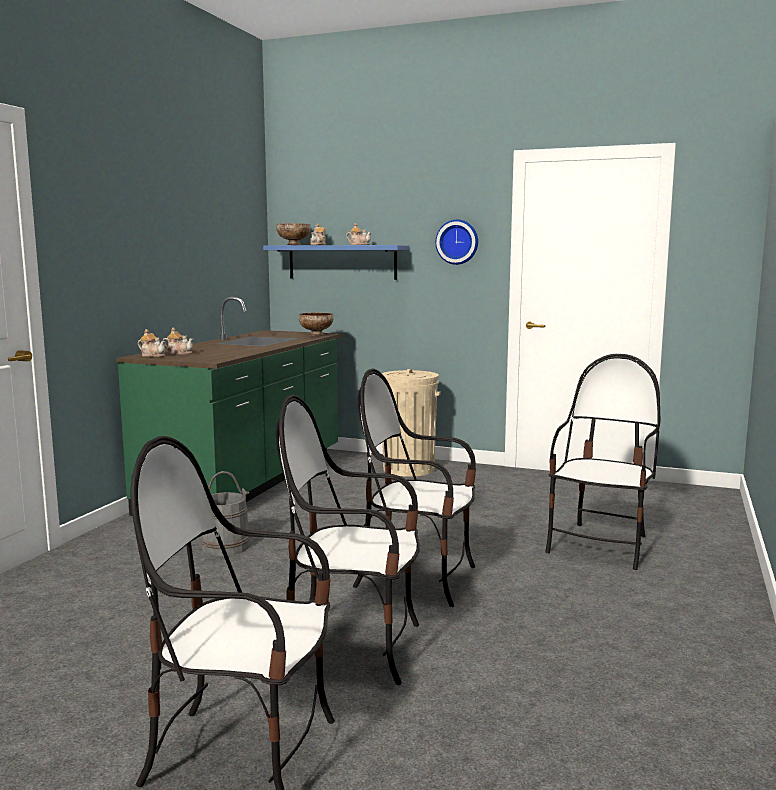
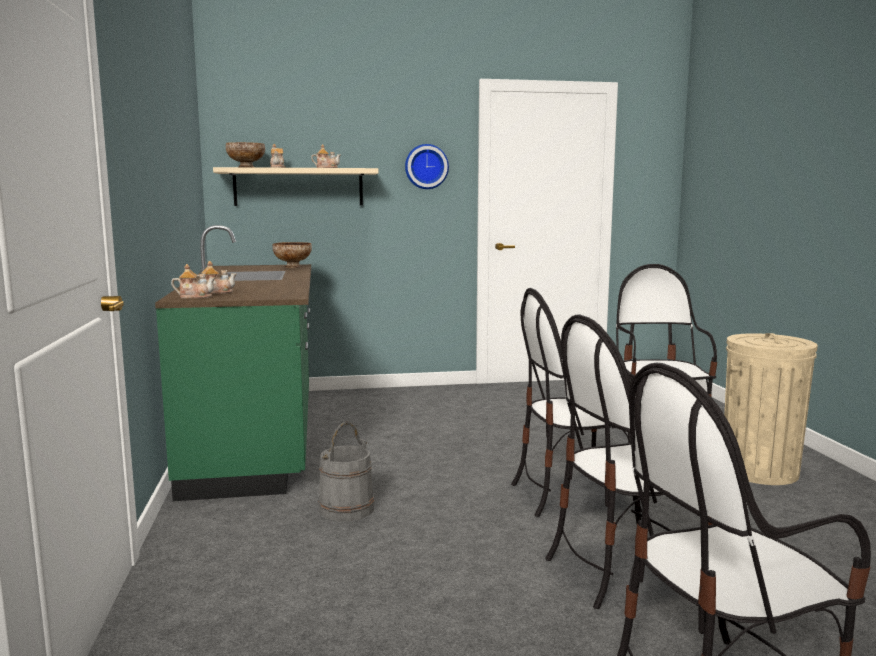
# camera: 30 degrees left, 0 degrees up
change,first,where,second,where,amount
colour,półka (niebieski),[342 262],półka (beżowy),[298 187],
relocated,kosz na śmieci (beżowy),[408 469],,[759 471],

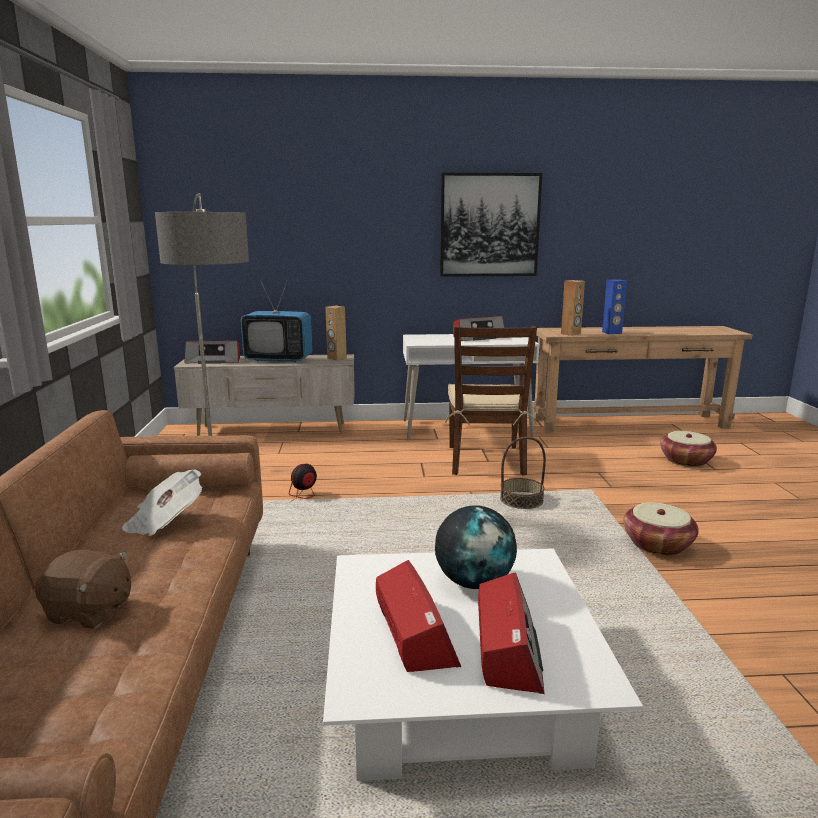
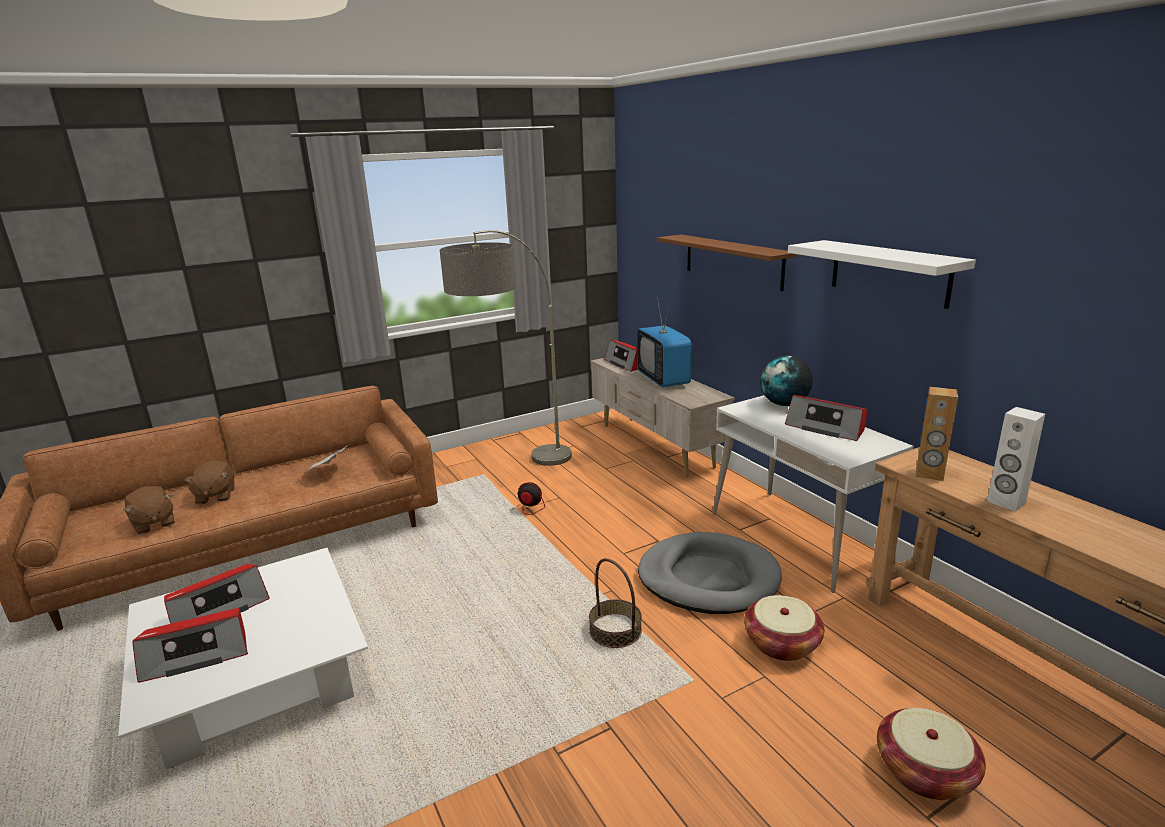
# camera: 65 degrees right, 5 degrees up
change,first,where,second,where,amount
appeared,,,pluszak (brązowy),[153 524],
exchanged,krzesło (brązowy),[486 460],legowisko (szary),[708 578],
appeared,,,półka (brązowy),[732 261],
relocated,koszyk,[657 544],,[781 644],
relocated,globus,[474 582],,[784 404],
exchanged,obraz,[489 225],półka (biały),[889 272],
colour,głośnik (niebieski),[612 332],głośnik (biały),[1006 502],
missing,głośnik (brązowy),[336 358],,,

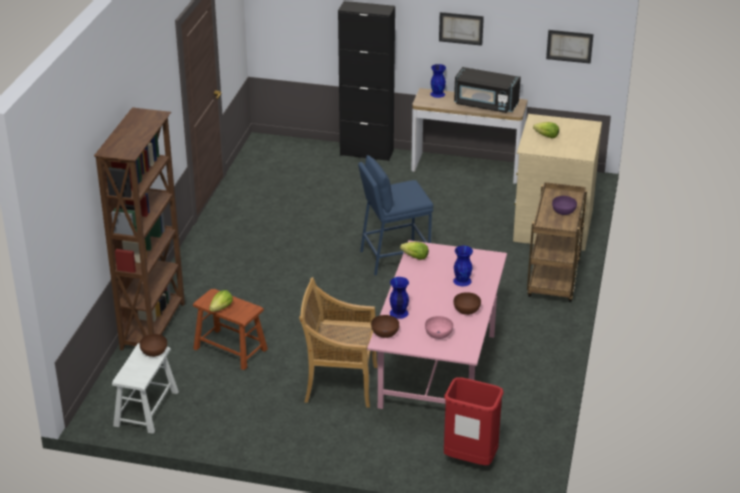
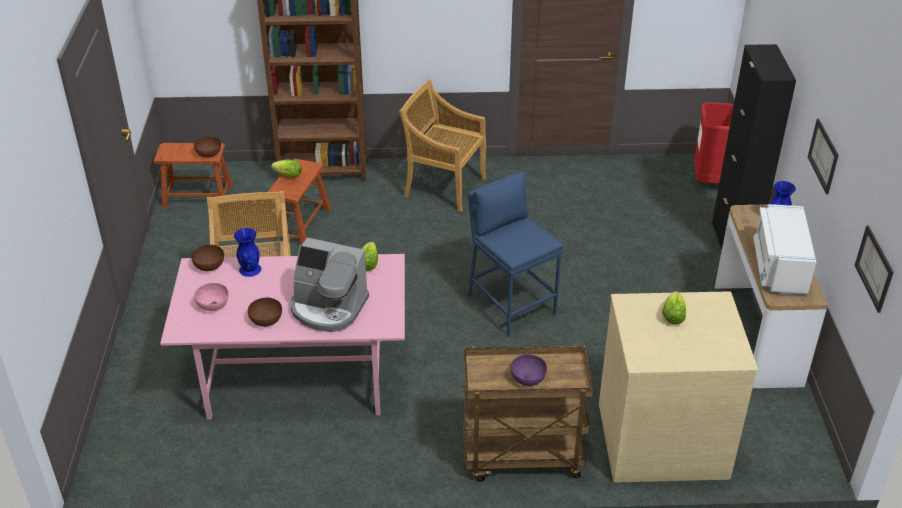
# camera: 75 degrees right, 5 degrees up
change,first,where,second,where,amount
colour,stołek (biały),[146 408],stołek (brązowy),[197 196],
exchanged,wazon (niebieski),[462 280],ekspres do kawy,[328 308],
appeared,,,krzesło (beżowy),[443 187],
relocated,kosz na śmieci (czerwony),[470 459],,[708 180],
colour,mikrofalówka (czarny),[485 104],mikrofalówka (biały),[779 267],

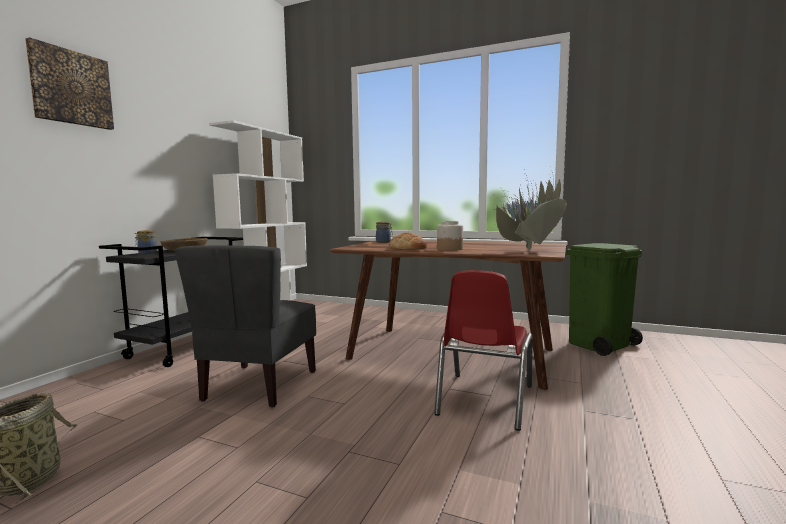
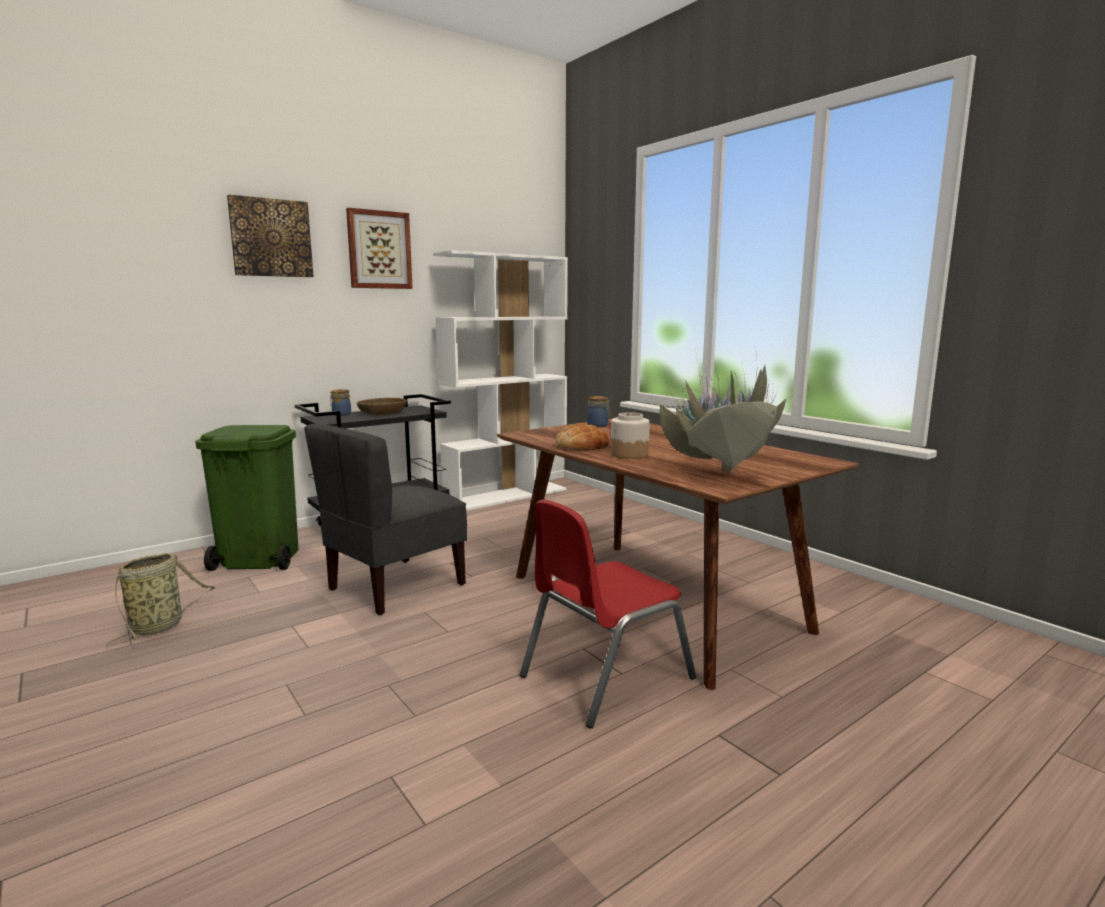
# camera: 30 degrees right, 5 degrees up
change,first,where,second,where,amount
relocated,kosz na śmieci (zielony),[599 344],,[258 559],
appeared,,,obraz,[379 250],

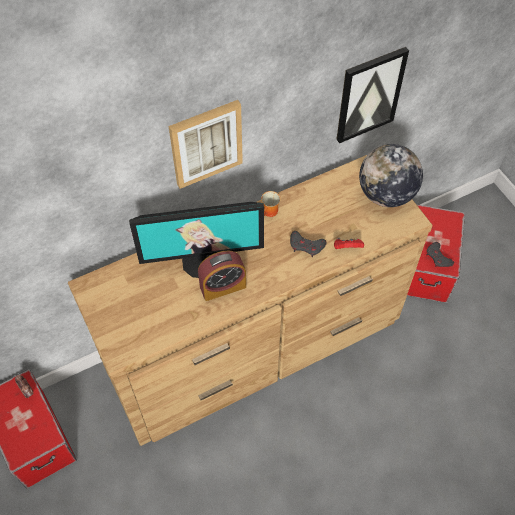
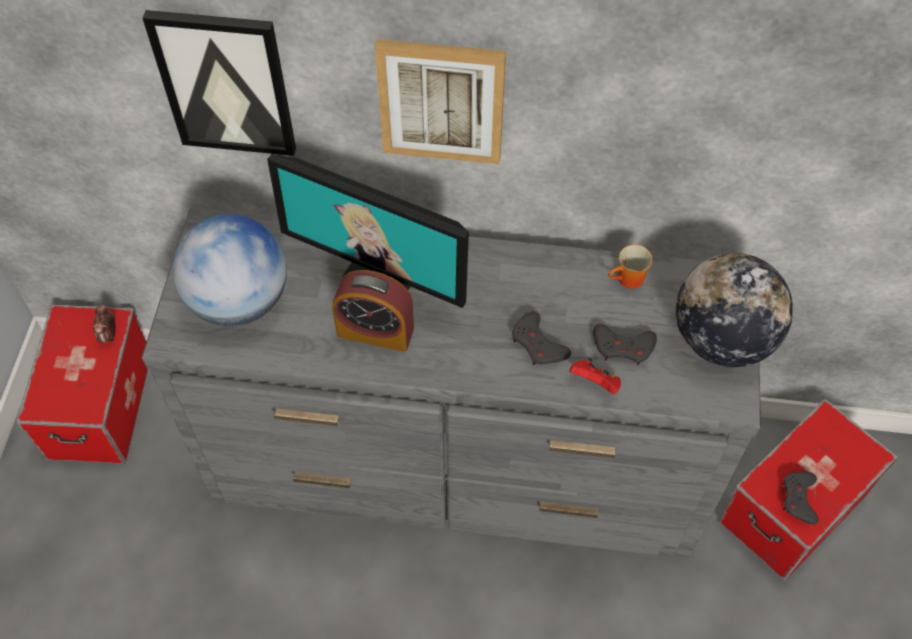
# camera: 35 degrees right, 0 degrees up
change,first,where,second,where,amount
colour,komoda (brązowy),[256 343],komoda (szary),[458 461],
relocated,obraz,[369 95],,[225 83],
appeared,,,globus,[239 301],
appeared,,,pad do gier (szary),[623 347],
relocated,kubek,[270 212],,[629 280],

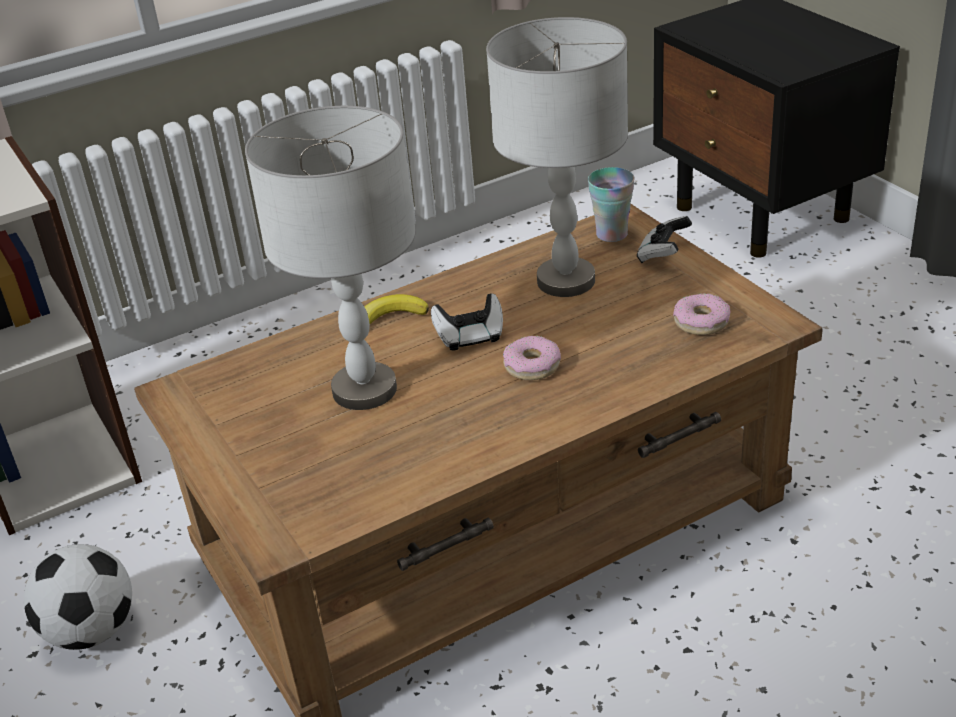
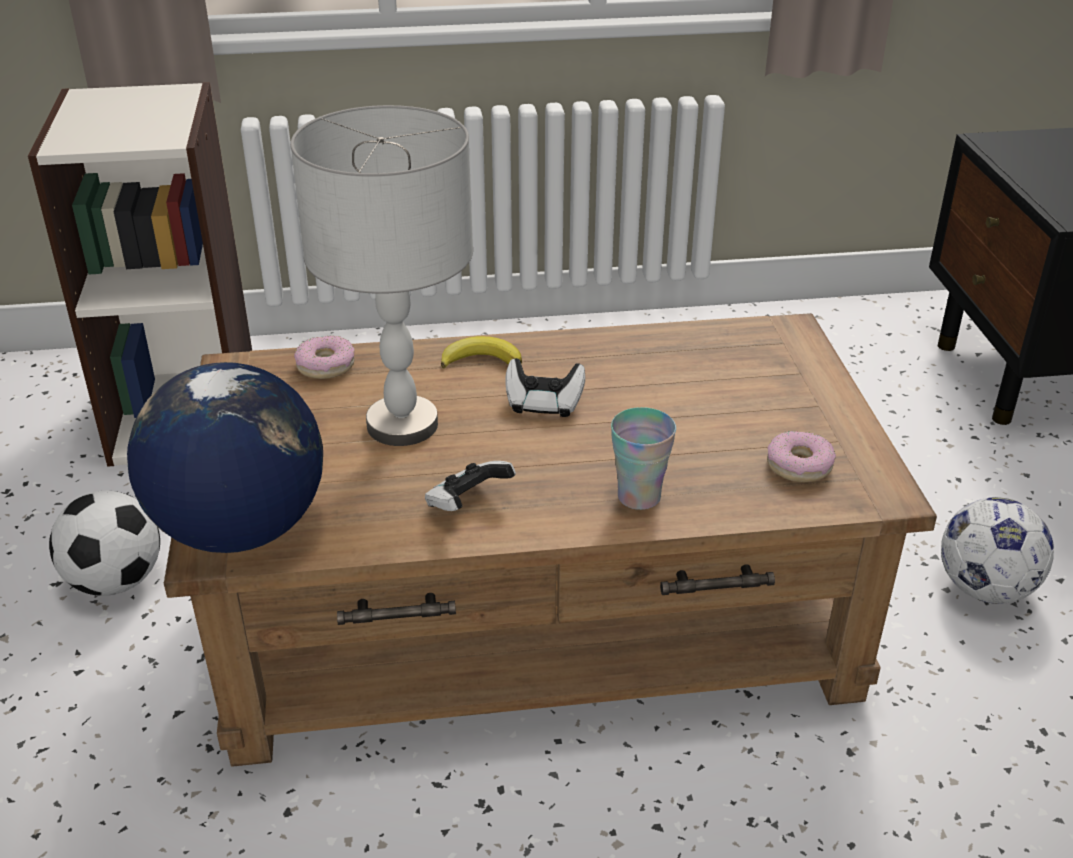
# camera: 20 degrees right, 0 degrees up
change,first,where,second,where,amount
appeared,,,globus,[239 529],
relocated,donut,[531 366],,[325 365],
relocated,pad do gier,[663 255],,[467 504],
relocated,filiżanka,[611 234],,[639 497],
appeared,,,piłka futbolowa,[985 588],
missing,lampa stołowa (szary),[565 280],,,

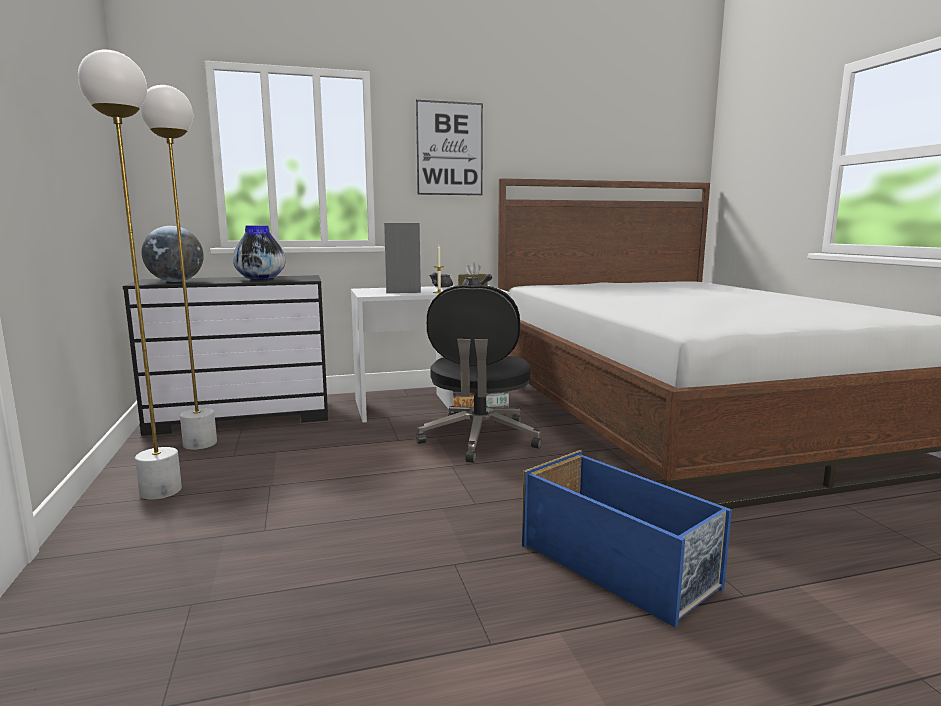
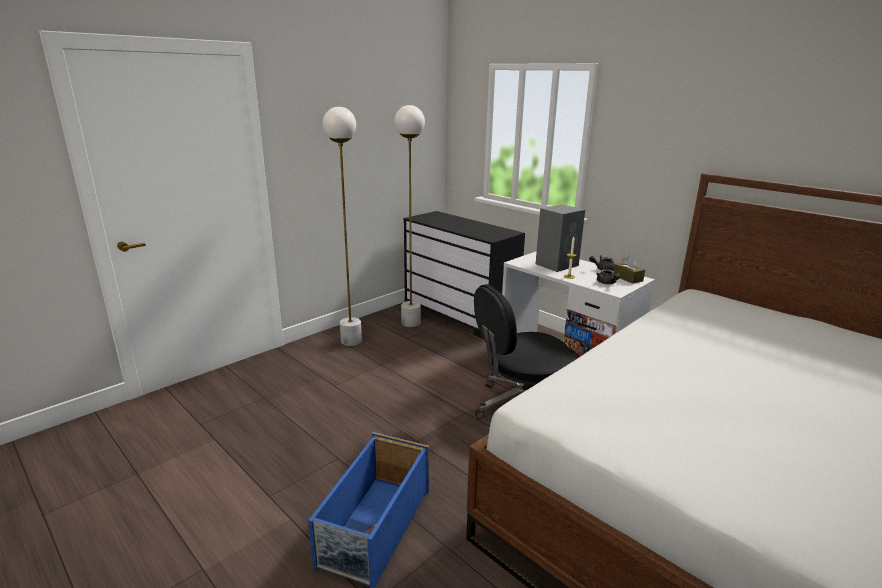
# camera: 60 degrees right, 10 degrees up
change,first,where,second,where,amount
missing,globus,[176 281],,,
missing,wazon,[260 279],,,
missing,obraz,[449 149],,,

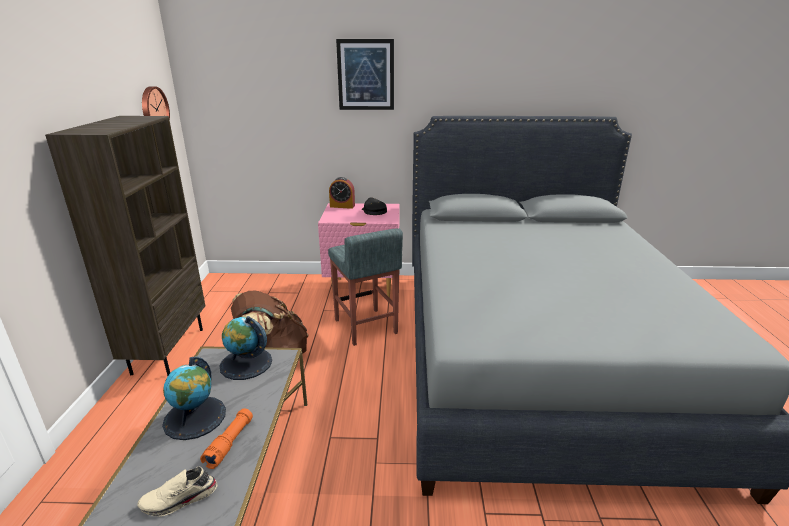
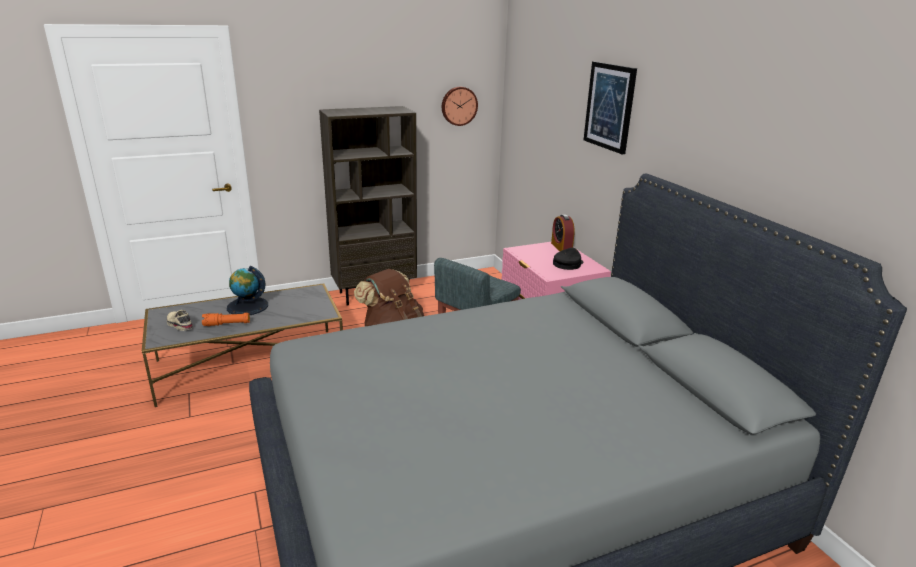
# camera: 65 degrees right, 0 degrees up
change,first,where,second,where,amount
missing,globus,[246 363],,,

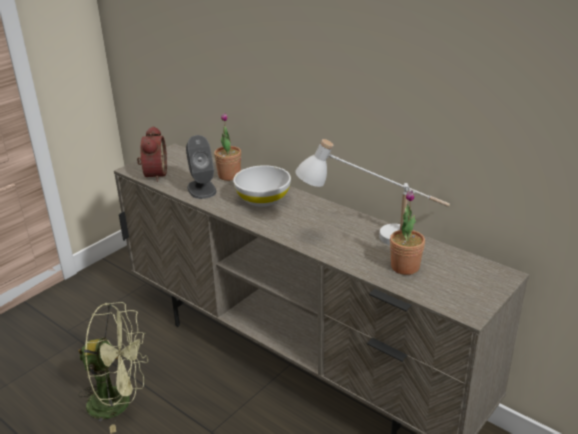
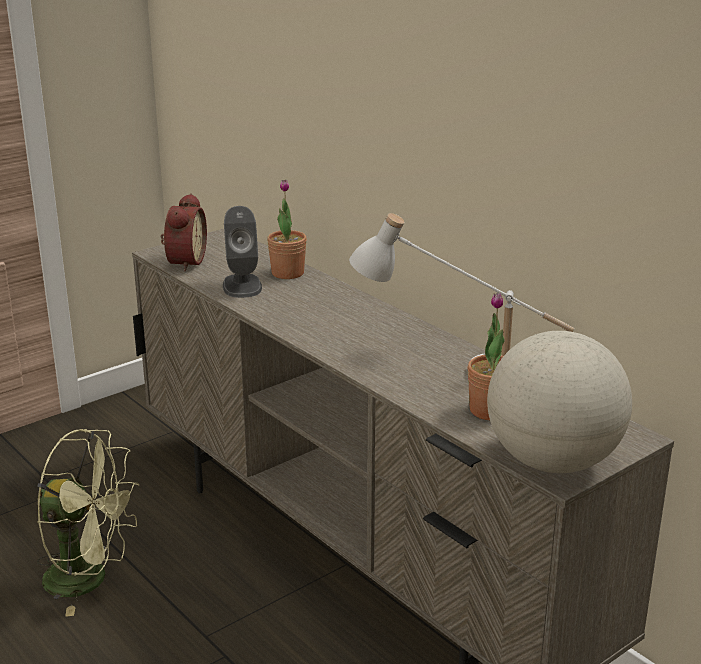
# camera: 10 degrees right, 5 degrees down
change,first,where,second,where,amount
appeared,,,globus,[552 462],
missing,miska (biały),[263 199],,,

